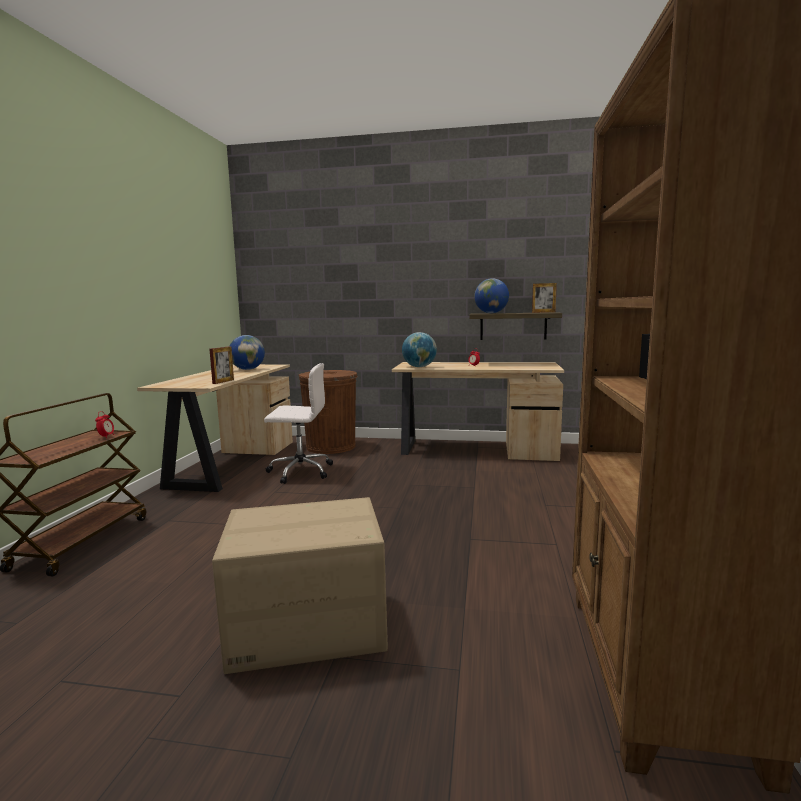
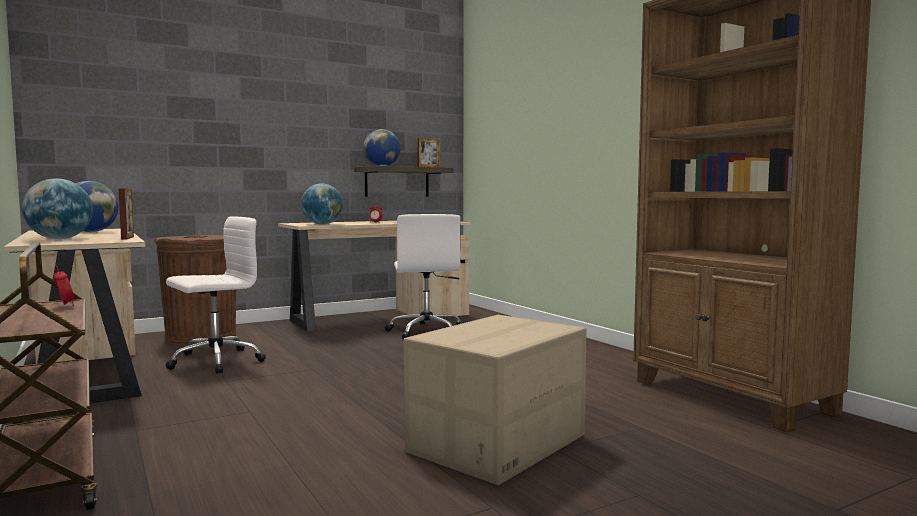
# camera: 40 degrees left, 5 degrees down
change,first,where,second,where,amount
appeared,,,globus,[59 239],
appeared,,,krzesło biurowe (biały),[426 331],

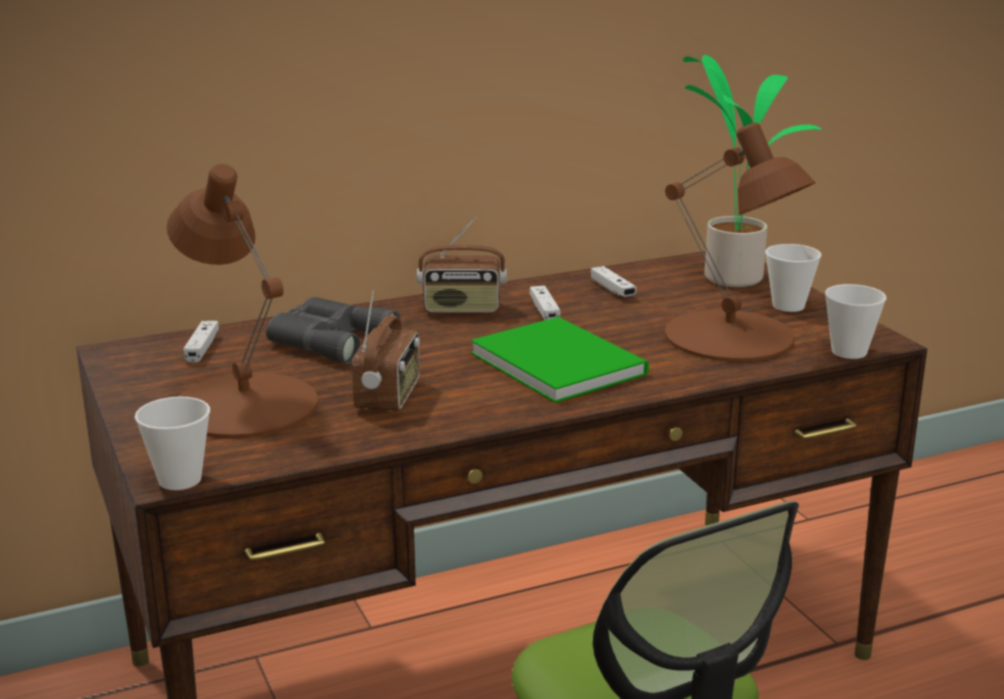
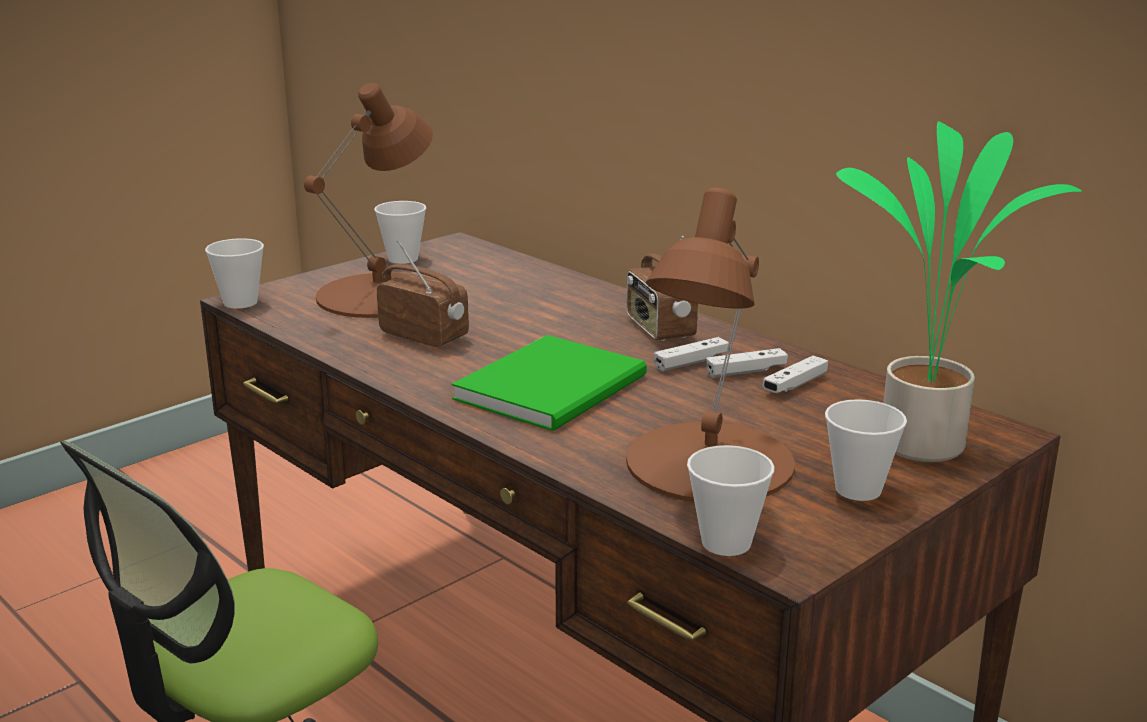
# camera: 70 degrees right, 0 degrees up
change,first,where,second,where,amount
appeared,,,filiżanka,[403 259],
spun,radio,[389 396],,[425 336],135 degrees counterclockwise
relocated,pad do gier (biały),[202 348],,[746 371],
missing,lornetka (szary),[327 339],,,

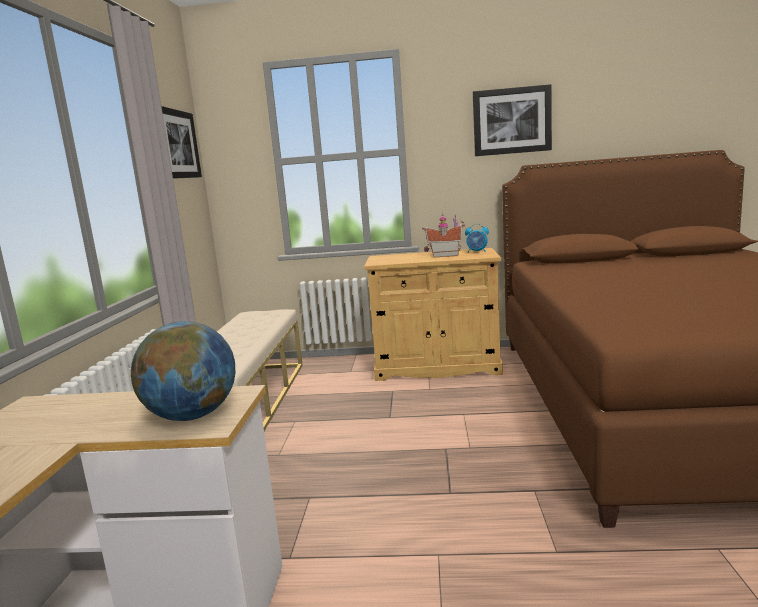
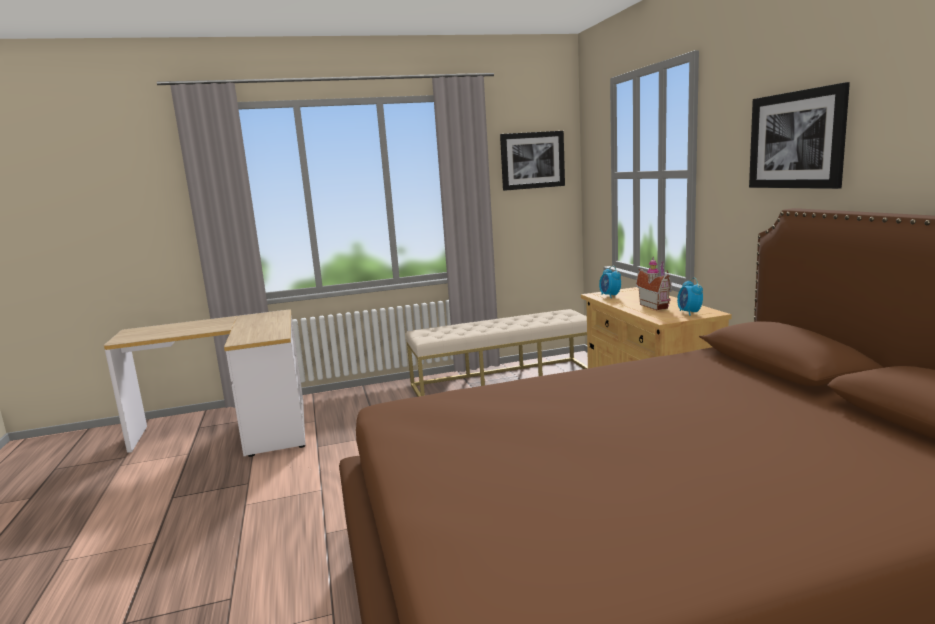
# camera: 70 degrees right, 0 degrees up
change,first,where,second,where,amount
appeared,,,budzik,[610 296],
missing,globus,[192 416],,,

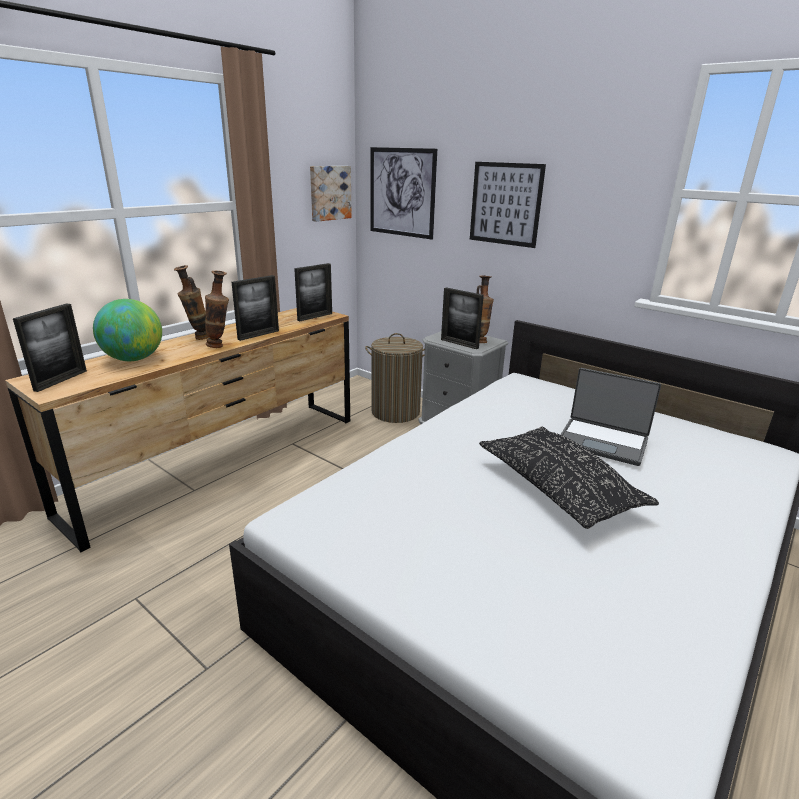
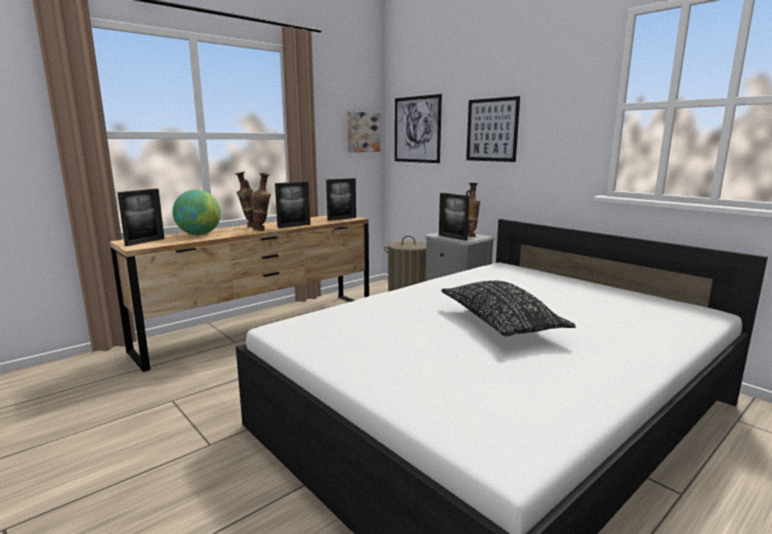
# camera: 10 degrees right, 10 degrees down
change,first,where,second,where,amount
missing,laptop,[602 442],,,

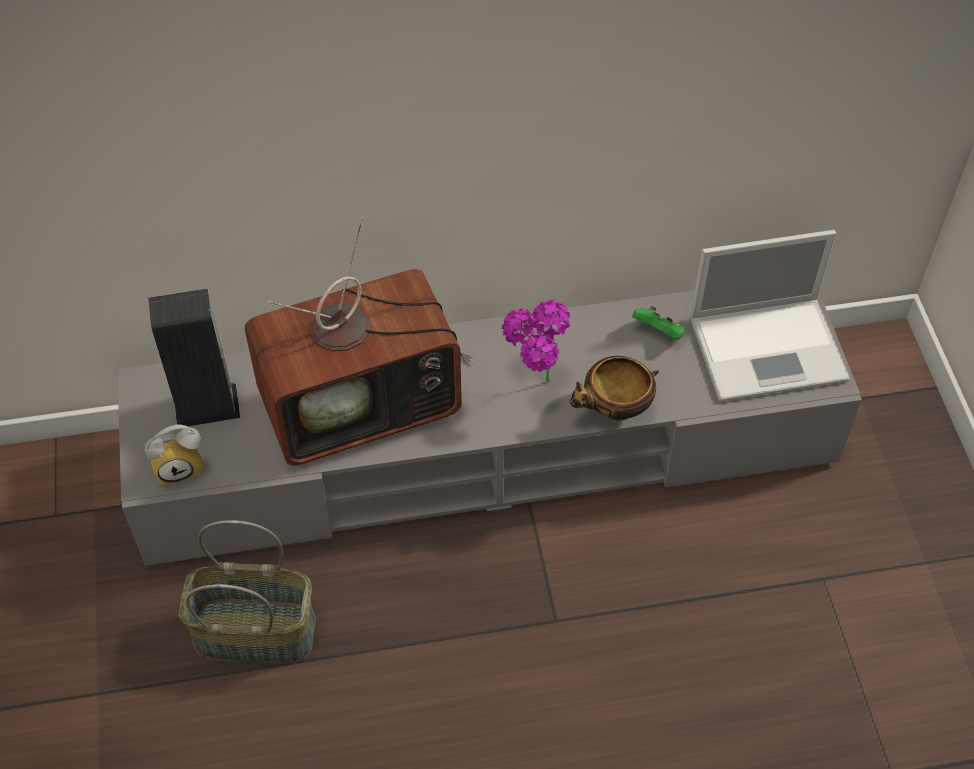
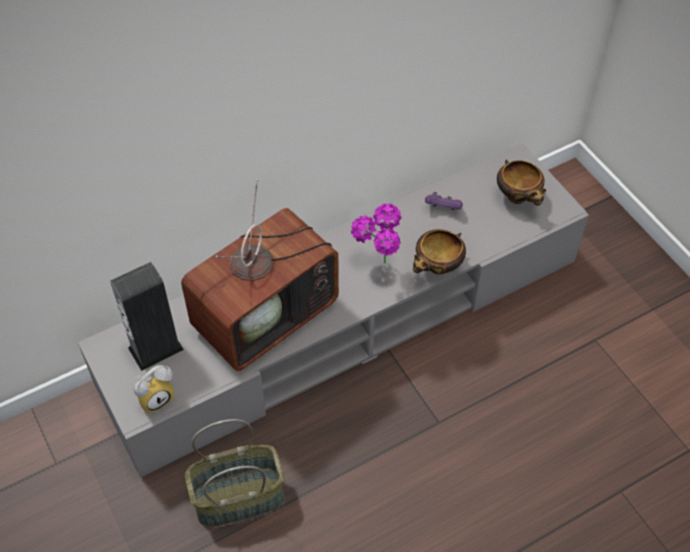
# camera: 20 degrees left, 0 degrees up
change,first,where,second,where,amount
colour,pad do gier (zielony),[659 333],pad do gier (fioletowy),[443 208],
exchanged,laptop,[770 348],miska,[518 198],

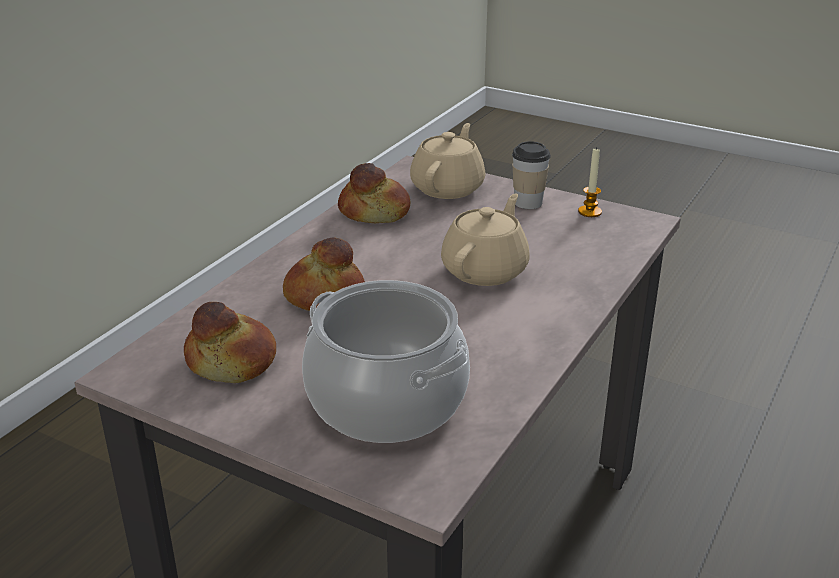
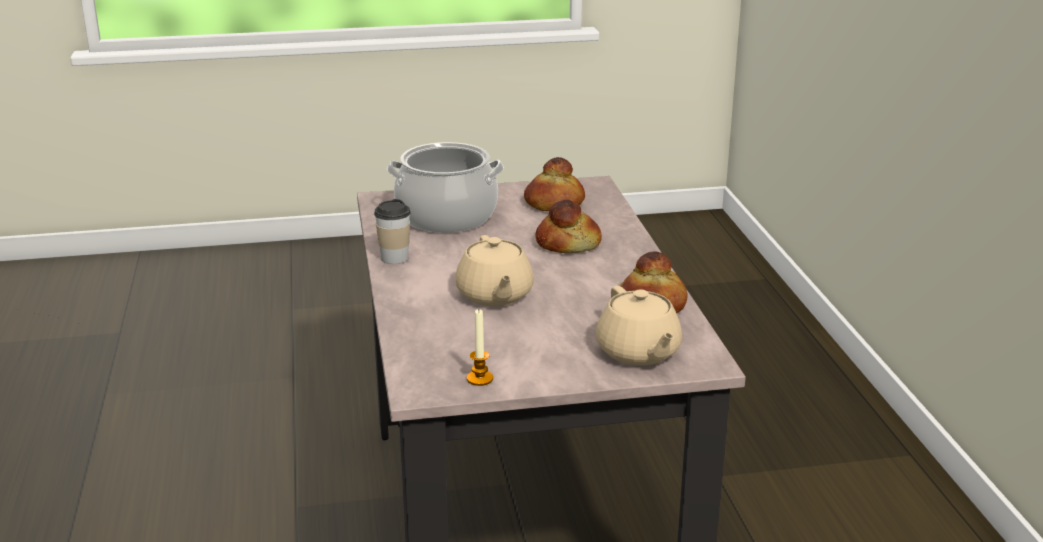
# camera: 140 degrees right, 5 degrees down
change,first,where,second,where,amount
relocated,filiżanka,[528 203],,[394 258],

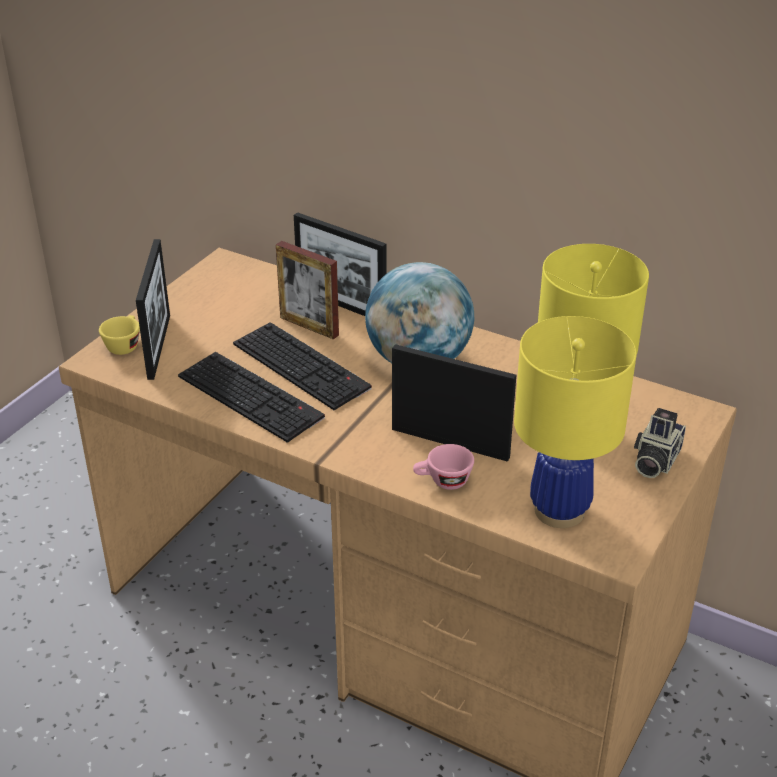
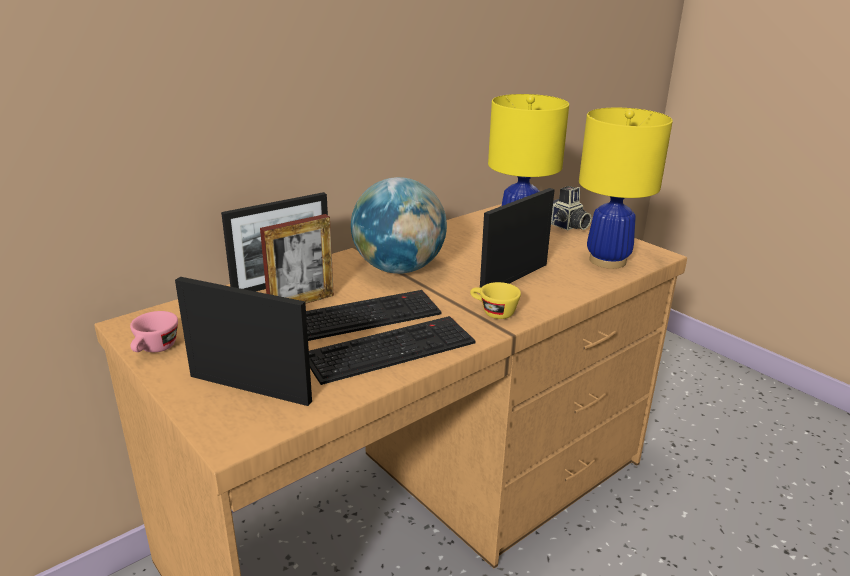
# camera: 70 degrees left, 10 degrees down
change,first,where,second,where,amount
relocated,filiżanka (różowy),[443 481],,[155 349],
relocated,filiżanka (żółty),[124 344],,[493 312],

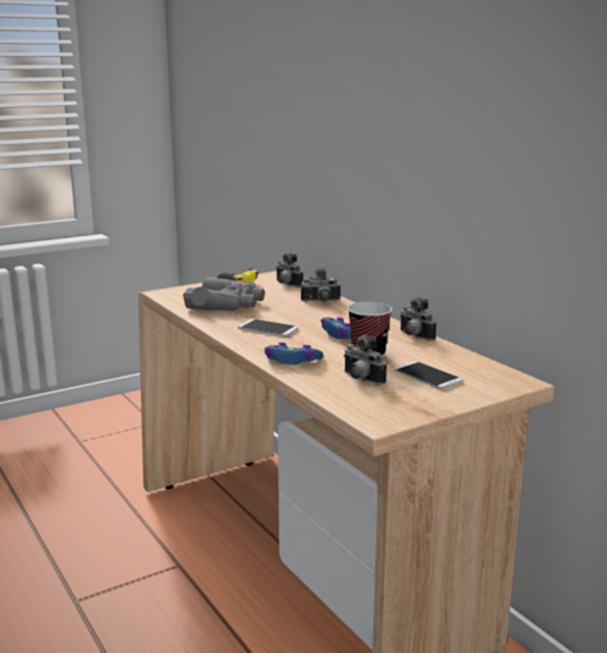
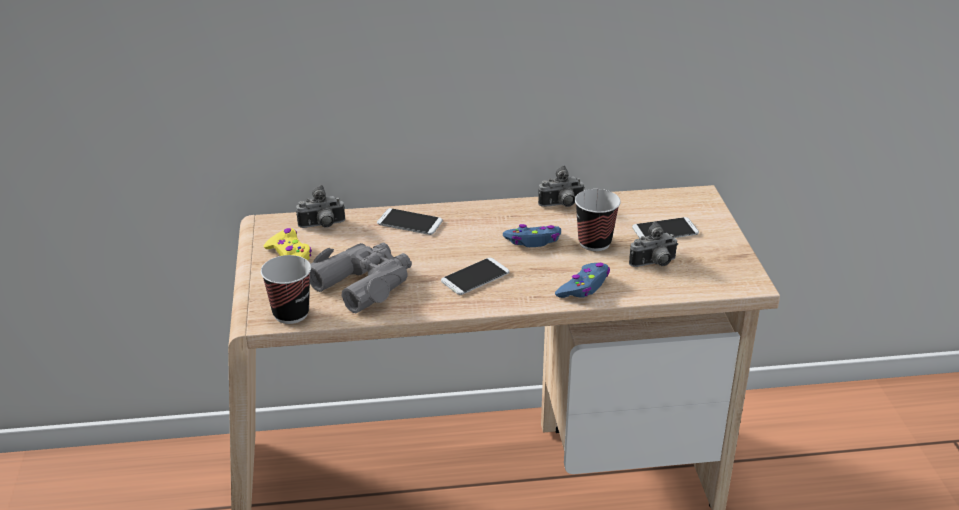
# camera: 65 degrees left, 15 degrees up
change,first,where,second,where,amount
appeared,,,filiżanka,[291 313],
exchanged,aparat fotograficzny,[321 302],telefon,[409 222],

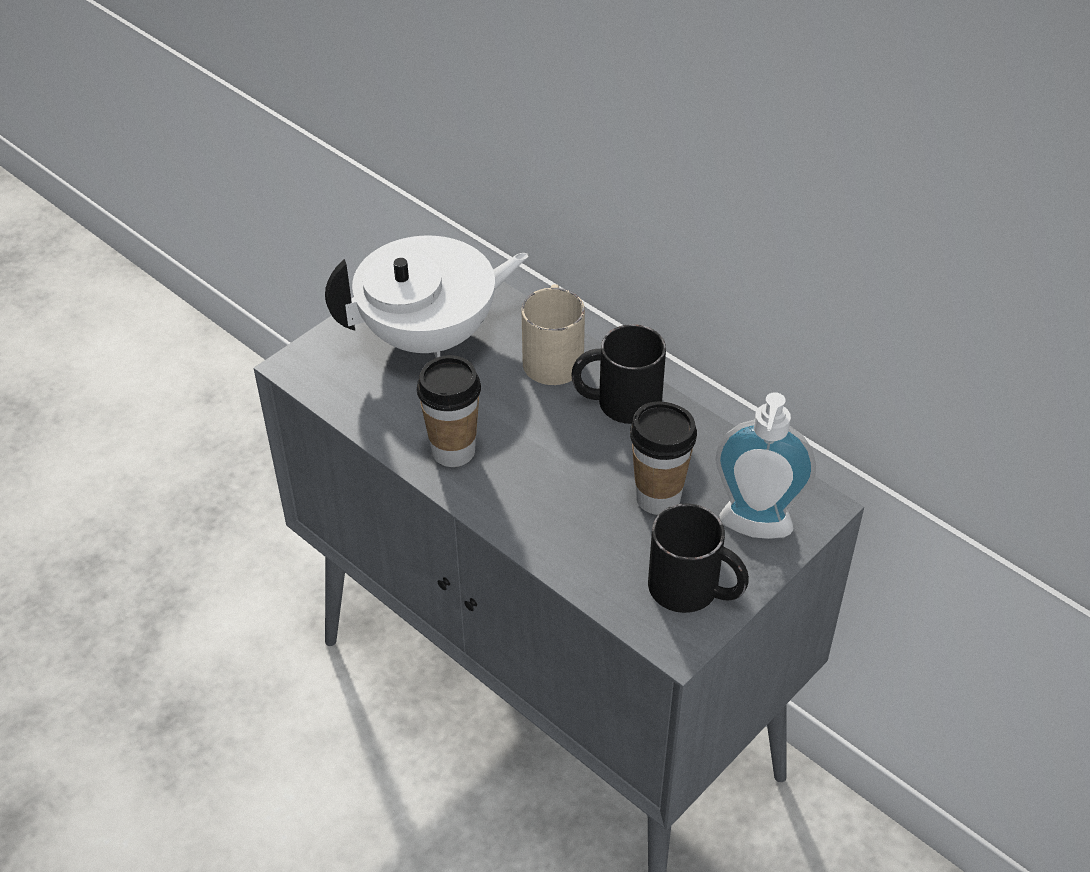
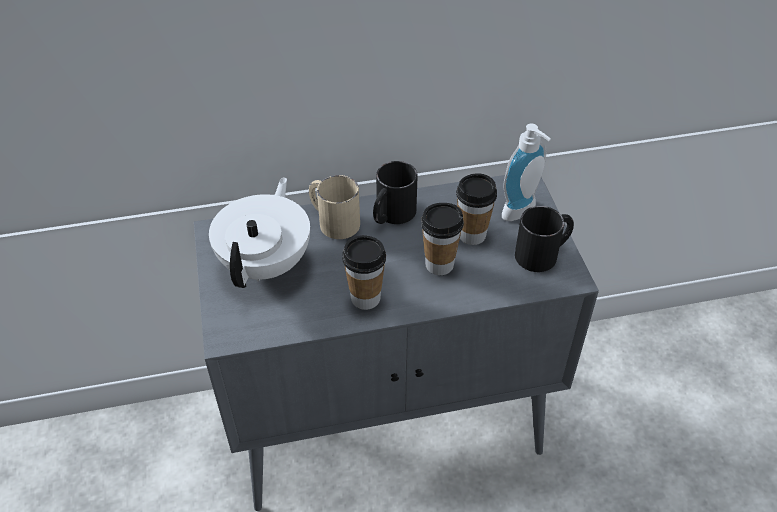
# camera: 55 degrees left, 0 degrees up
change,first,where,second,where,amount
appeared,,,filiżanka,[439 265],

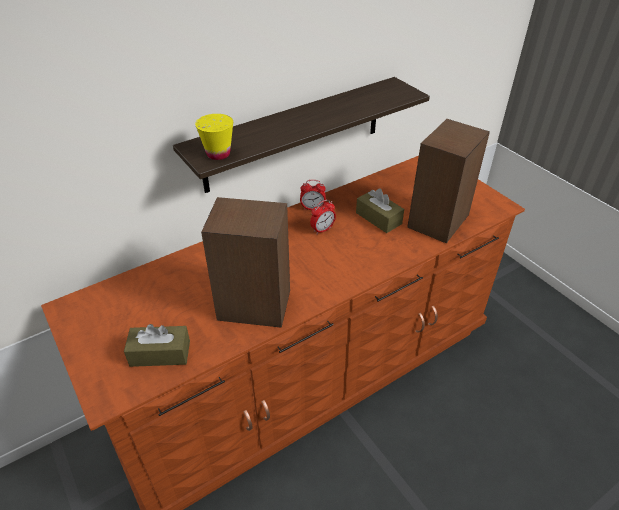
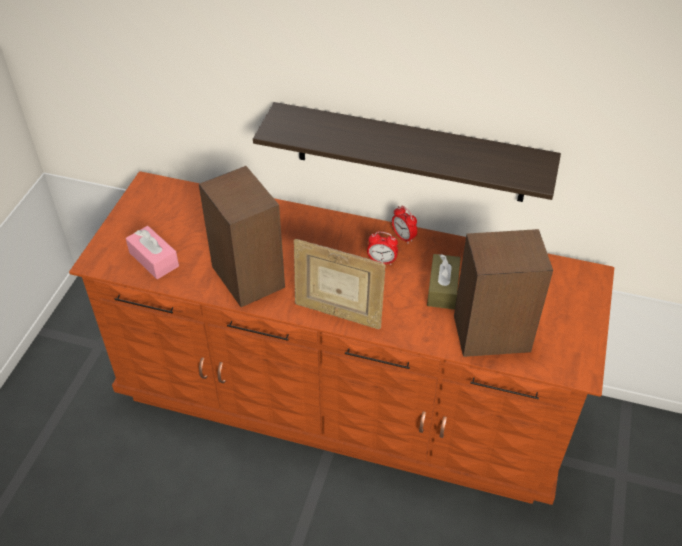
# camera: 50 degrees right, 5 degrees up
change,first,where,second,where,amount
colour,pudełko chusteczek (brązowy),[160 353],pudełko chusteczek (różowy),[154 259],
appeared,,,ramka na zdjęcie,[338 313],
missing,filiżanka (żółty),[218 154],,,

